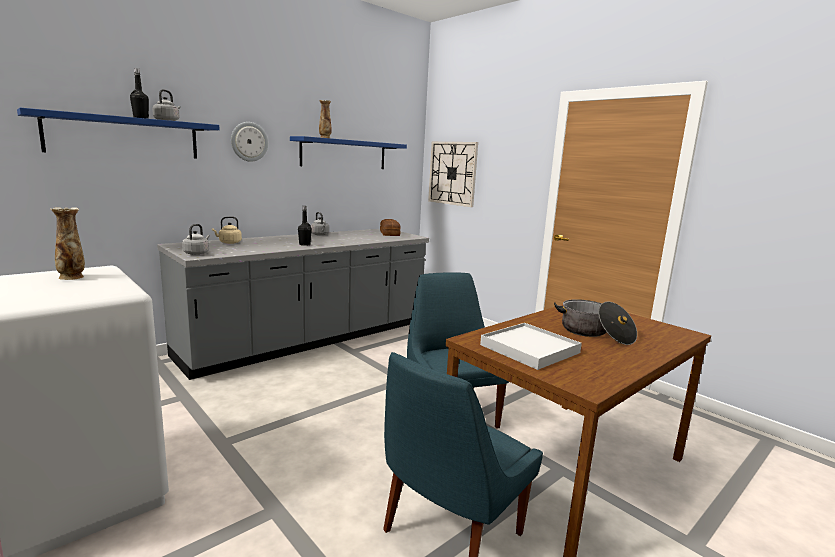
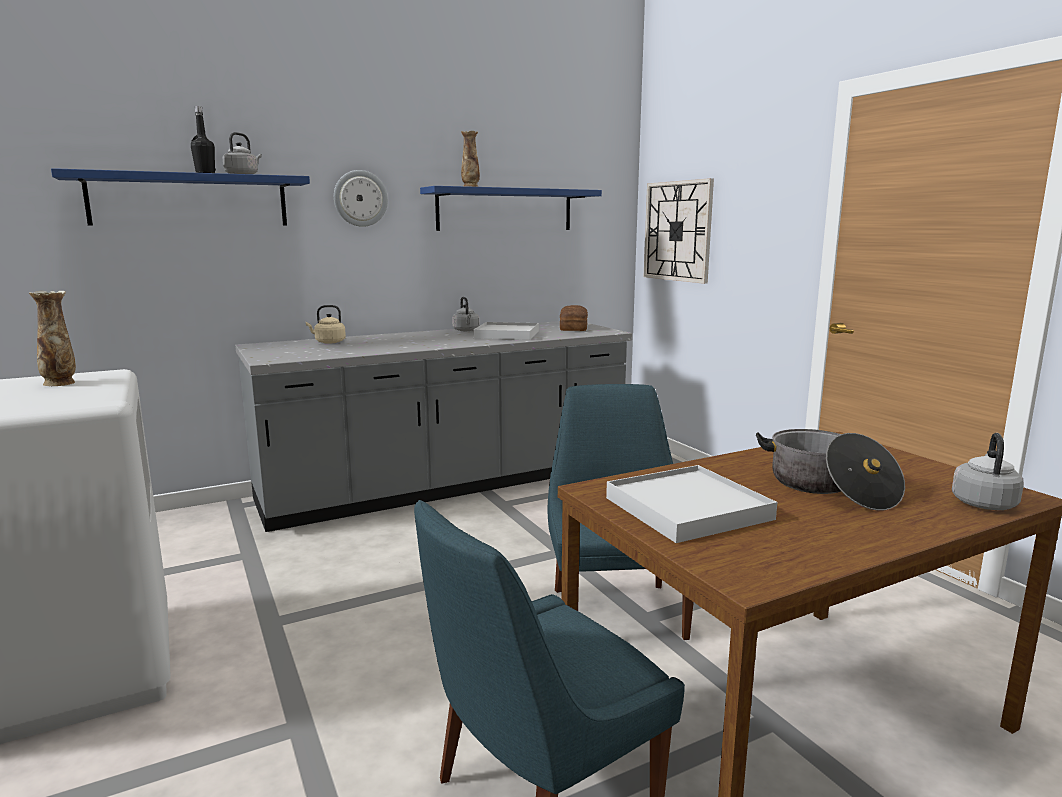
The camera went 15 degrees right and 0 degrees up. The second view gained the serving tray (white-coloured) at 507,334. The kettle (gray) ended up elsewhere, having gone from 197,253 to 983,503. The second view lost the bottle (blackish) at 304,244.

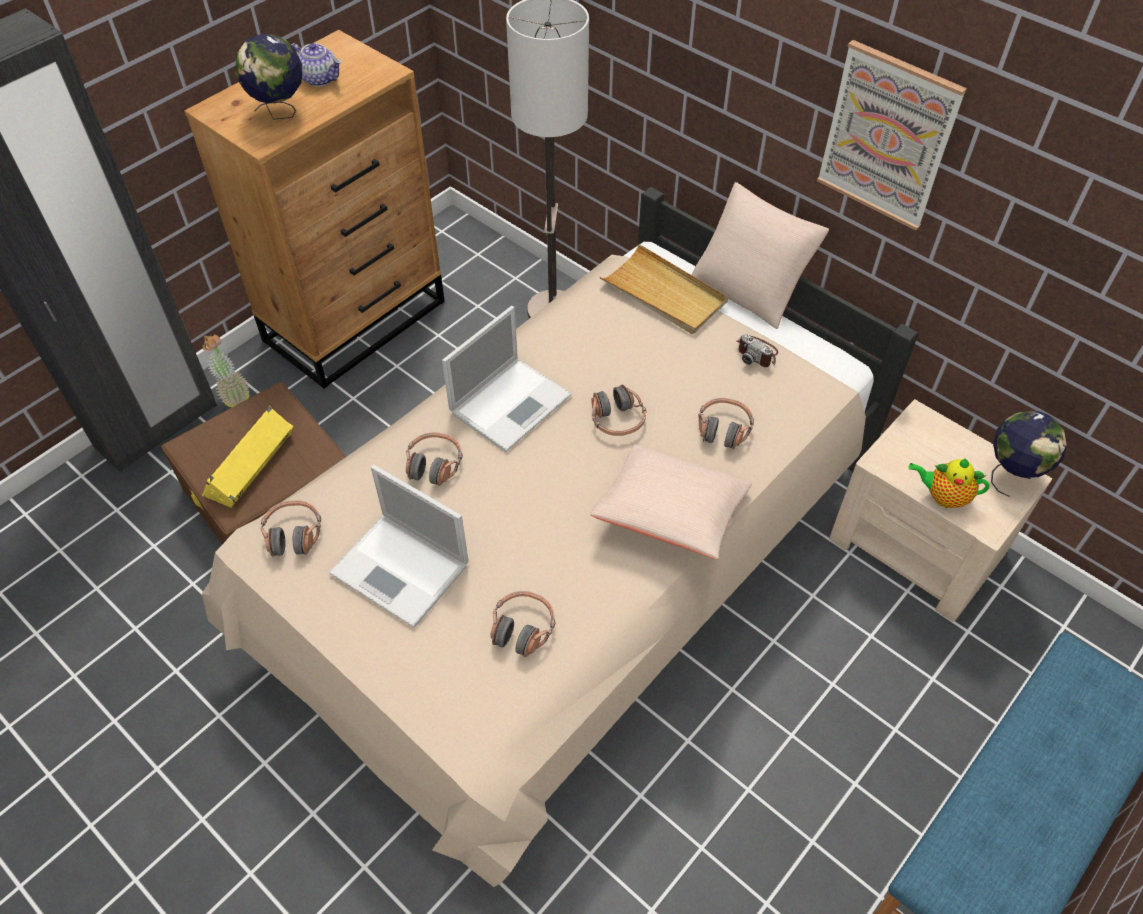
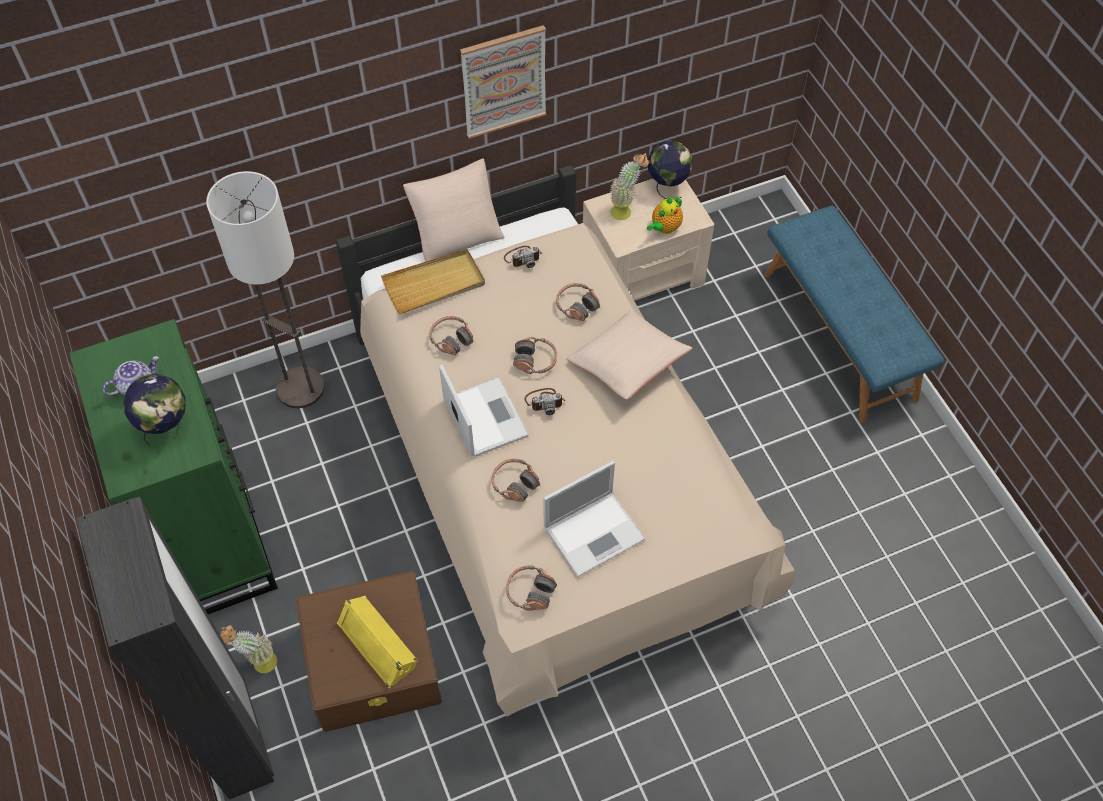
The camera went 65 degrees left and 5 degrees up. What was the dresser (brownish) at 356,320 turned into the dresser (greenish) at 212,538. The pair of headphones ended up elsewhere, having gone from 522,628 to 451,339. The second view gained the photo camera at 544,401. The second view gained the houseplant at 626,211.

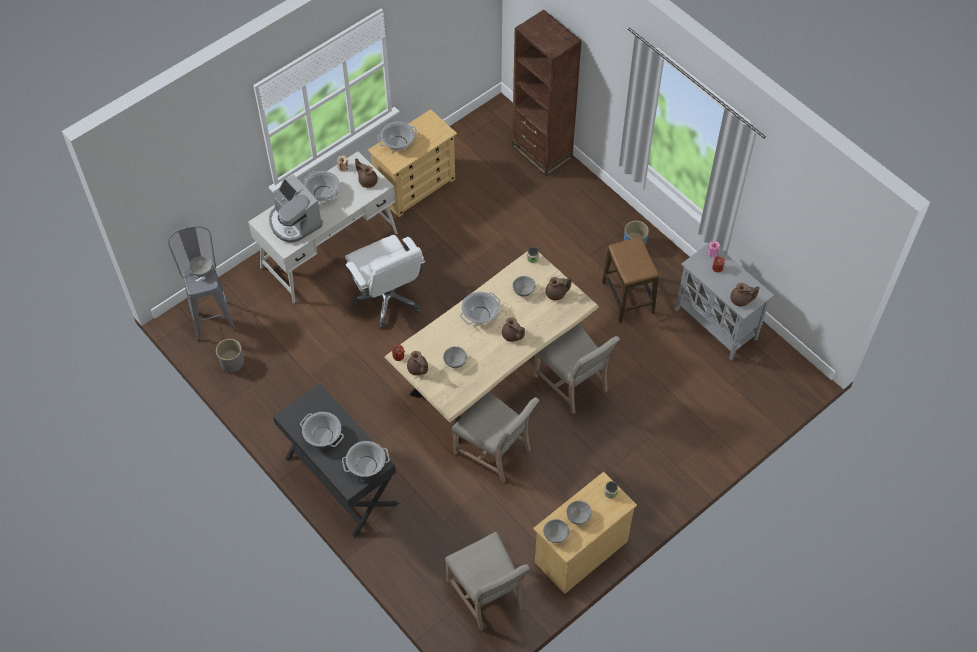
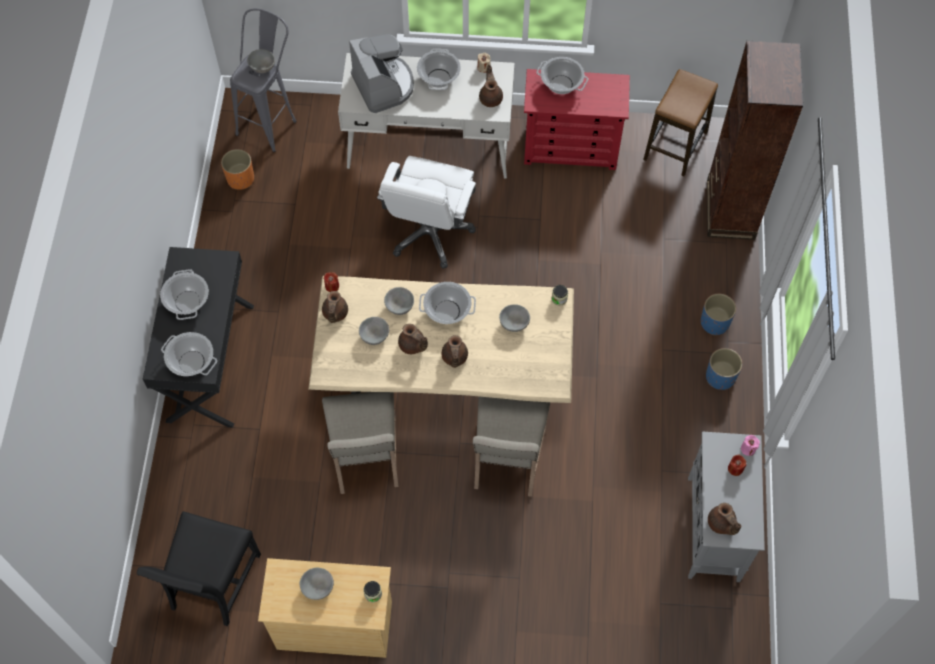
The camera went 45 degrees right and 5 degrees up. What was the chair (beige-coloured) at 488,595 turned into the chair (blackish) at 212,583. What was the flower pot (gray) at 232,363 turned into the flower pot (orangey) at 240,179. The coffee brewer at 294,222 ended up facing another way, 150 degrees clockwise from before. The deep dish (gray) ended up elsewhere, having gone from 555,535 to 399,306. The tea pot (brownish) ended up elsewhere, having gone from 556,294 to 412,345. What was the dresser (beige-coloured) at 415,186 turned into the dresser (red-coloured) at 571,147. The sitting stool ended up elsewhere, having gone from 628,298 to 675,146. The second view gained the flower pot (blue-coloured) at 715,323.

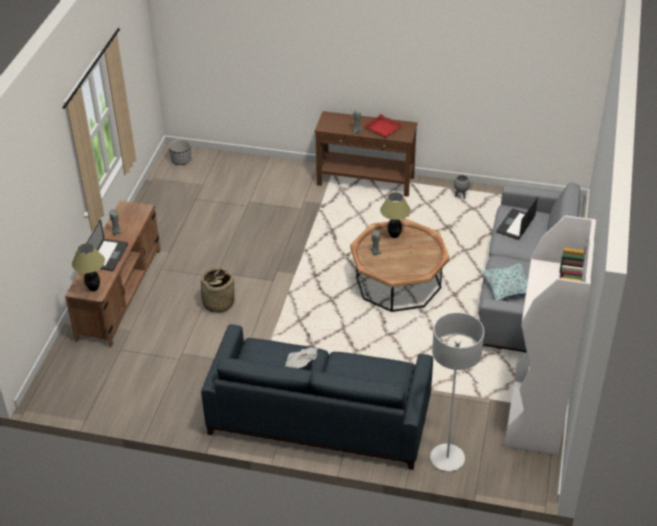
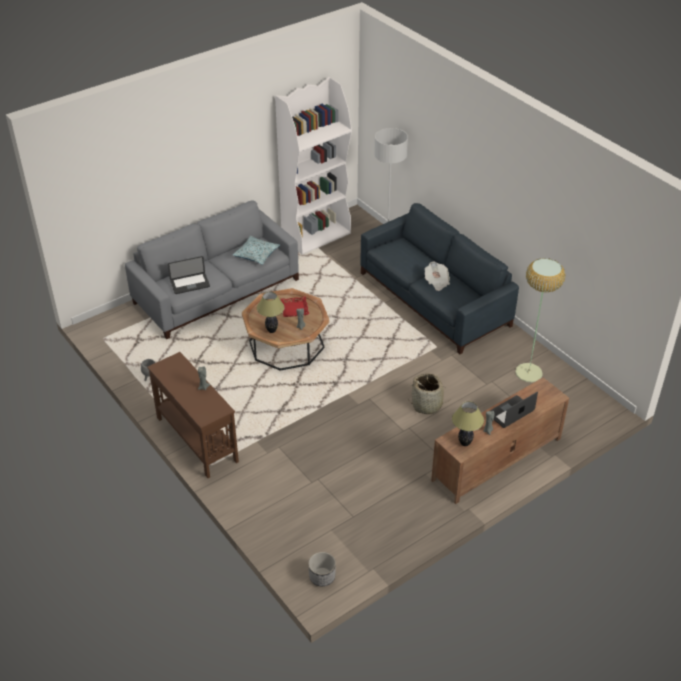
The camera went 140 degrees left and 0 degrees up. The serving tray (red-coloured) ended up elsewhere, having gone from 383,128 to 295,309. The lamp for a table ended up elsewhere, having gone from 93,288 to 465,443. The second view gained the floor lamp at 529,373.

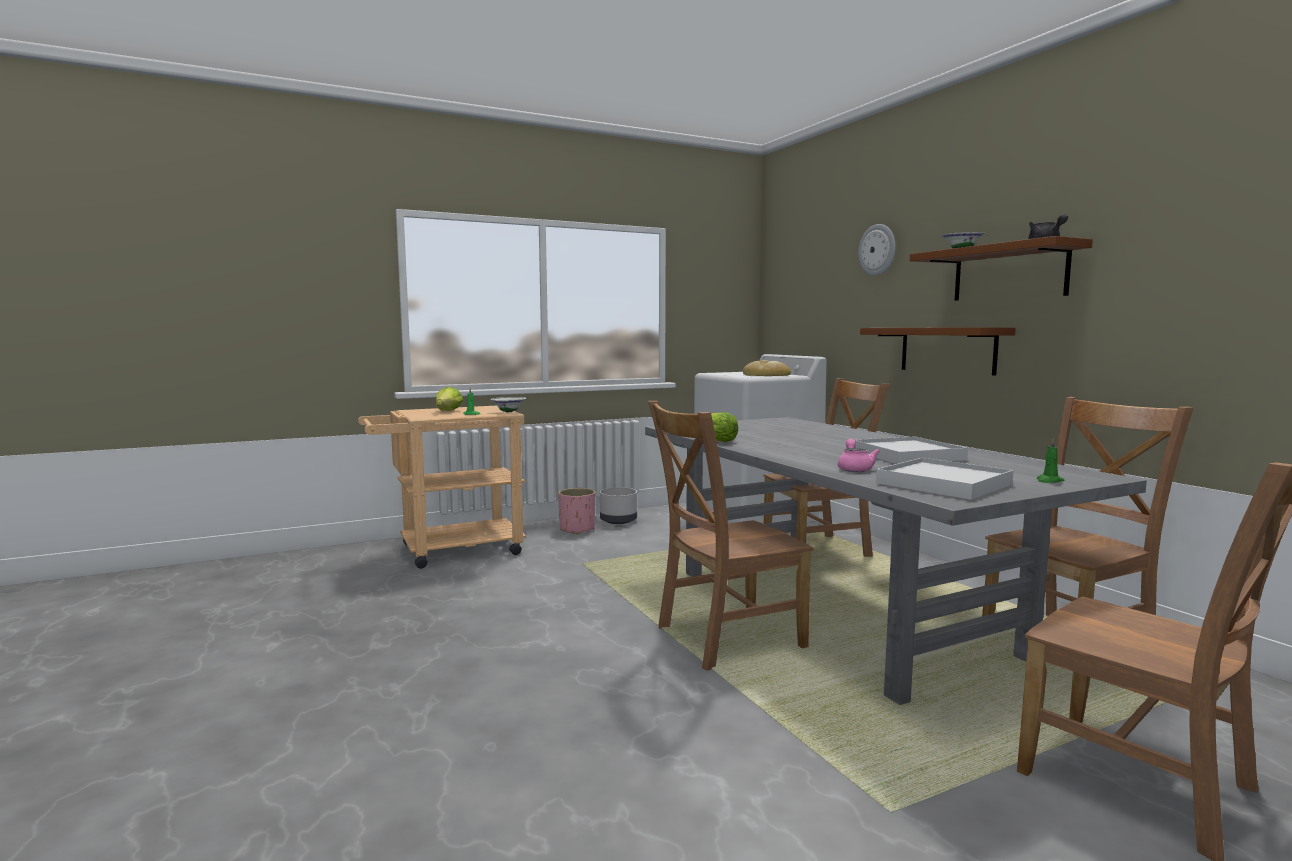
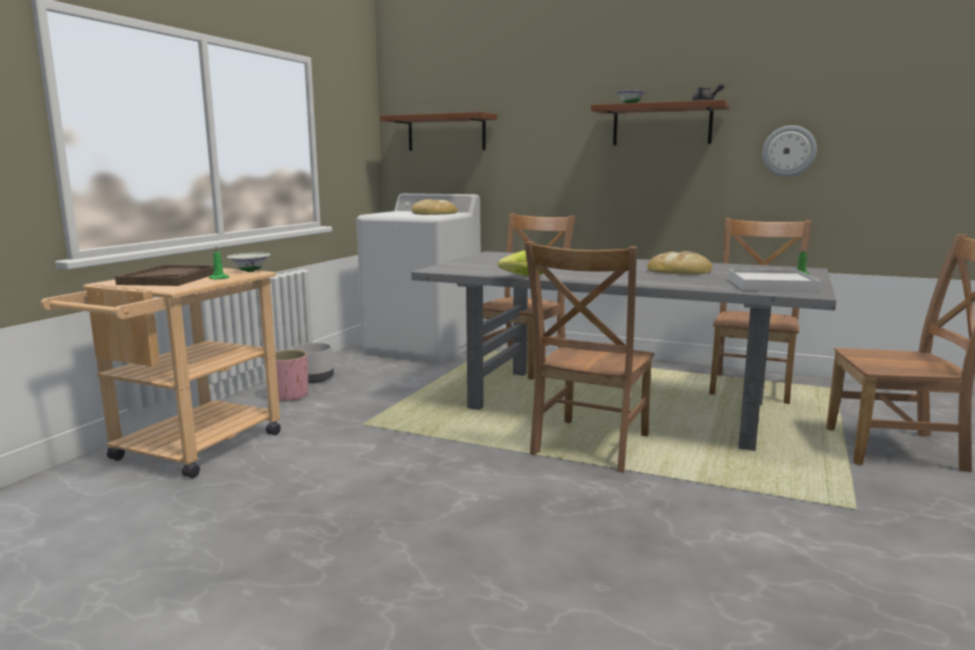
The camera went 40 degrees left and 5 degrees up. Where the head of lettuce stood at 448,411, the serving tray (brownish) came to stand at 170,278. The bracket shelf (brownish) ended up elsewhere, having gone from 947,350 to 446,133. Where the serving tray (white-coloured) stood at 907,455, the baked bread came to stand at 680,270. The hanging clock ended up elsewhere, having gone from 877,250 to 788,151. The second view lost the tea pot (pink-coloured) at 855,468.

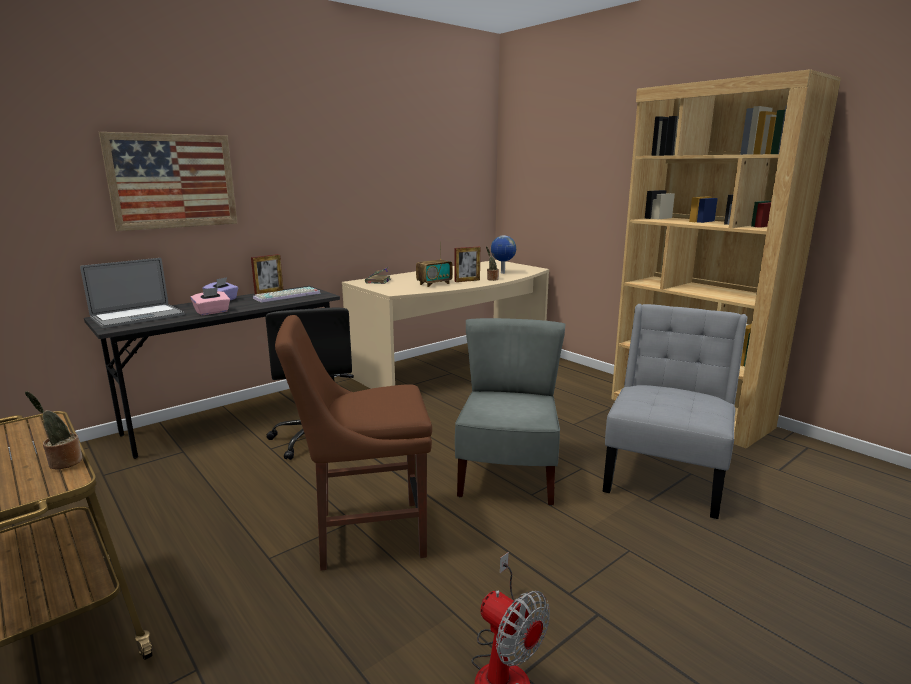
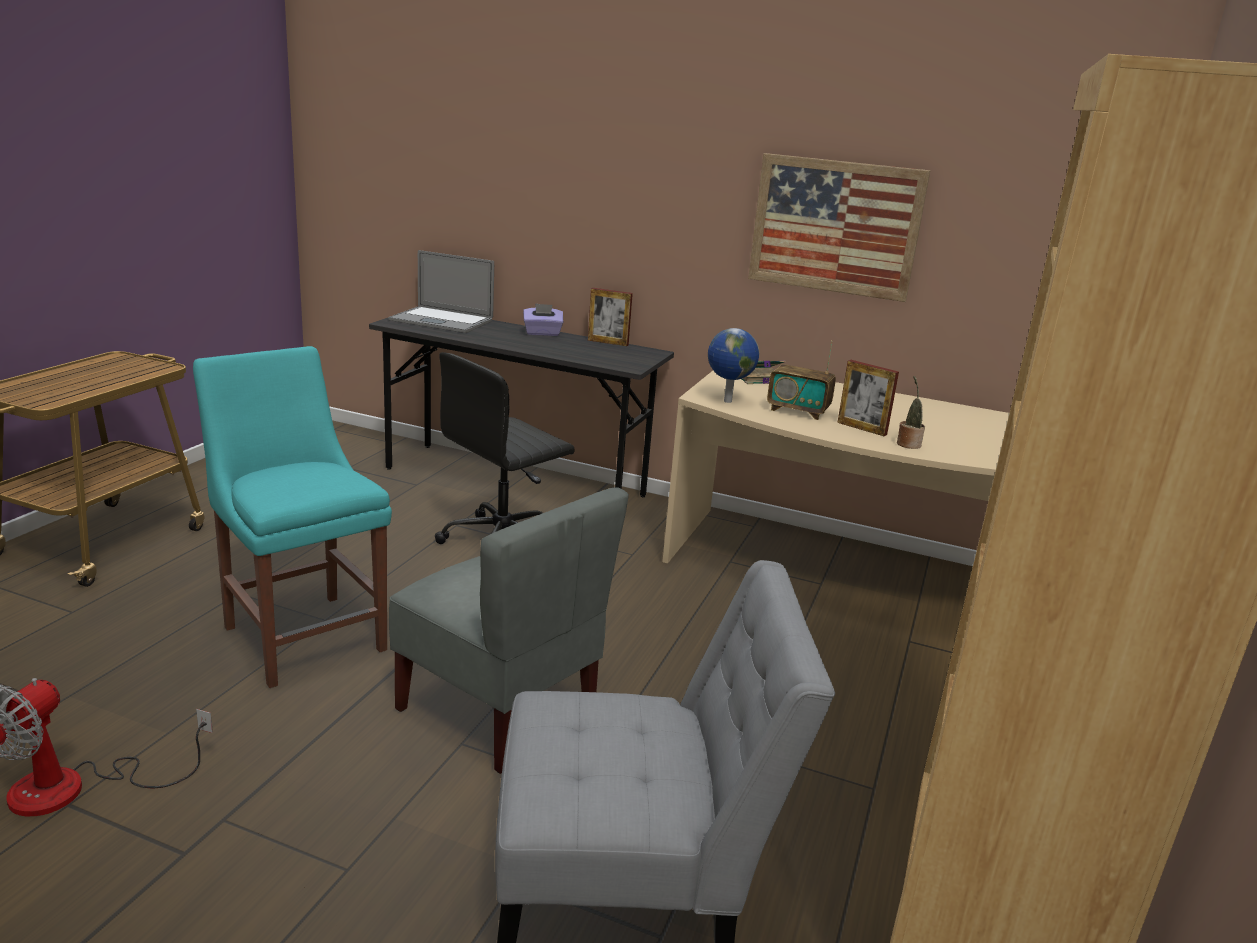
The camera went 60 degrees right and 5 degrees up. What was the chair (brownish) at 364,534 turned into the chair (blue-green) at 302,634. The chair (gray) at 508,477 ended up facing another way, 60 degrees clockwise from before. The globe ended up elsewhere, having gone from 502,273 to 726,401. The picture ended up elsewhere, having gone from 173,181 to 835,227. The second view lost the houseplant at 63,462. The second view lost the tissue box (pink-coloured) at 212,312. The second view lost the keyboard at 287,296.

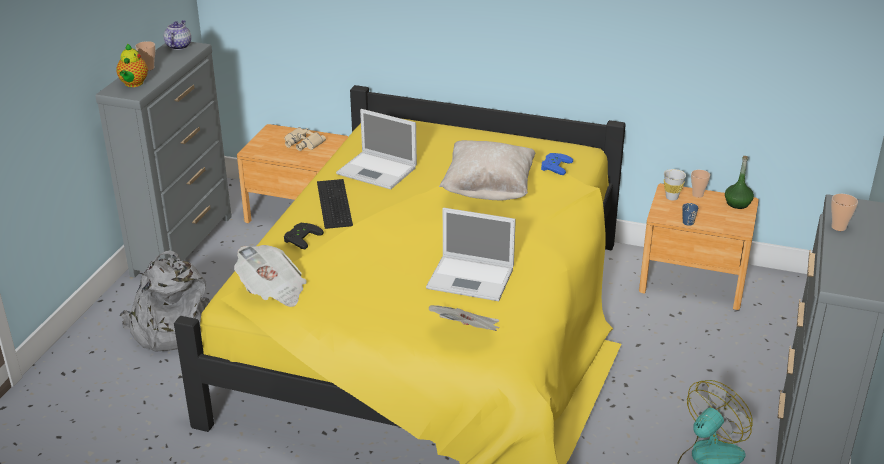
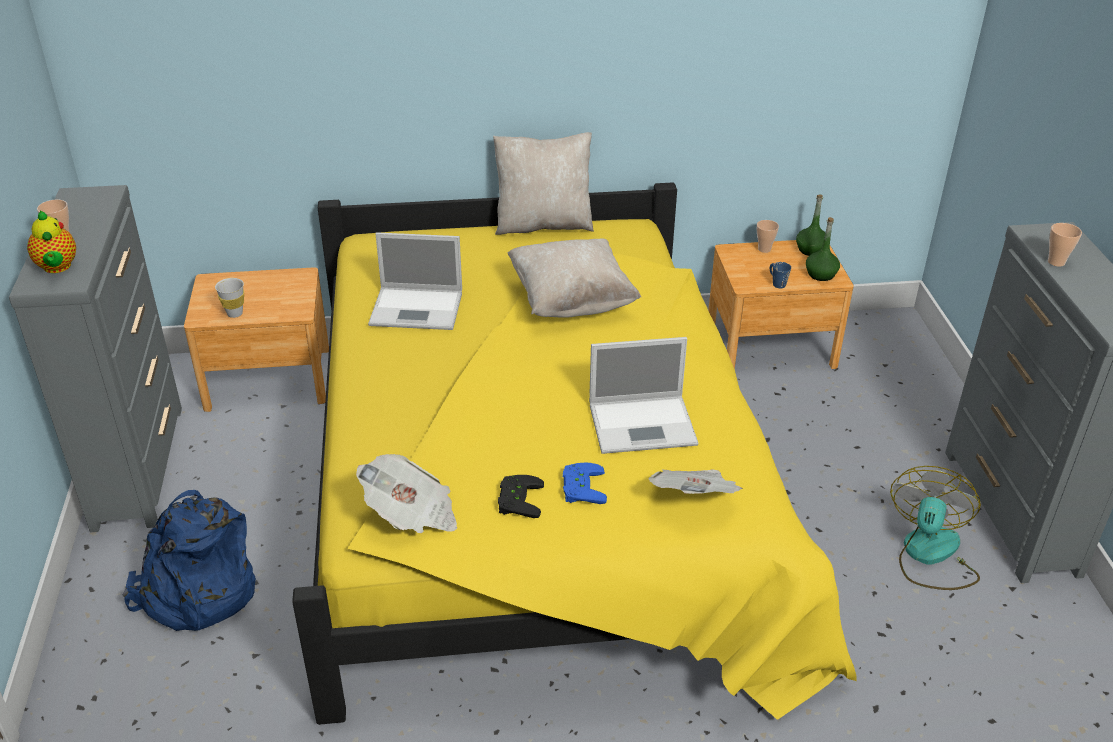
The camera went 25 degrees left and 5 degrees up. What was the knapsack (gray) at 169,329 turned into the knapsack (blue-coloured) at 196,592. The cup (white-coloured) ended up elsewhere, having gone from 671,197 to 235,313. The second view gained the pillow (beige-coloured) at 543,224. The game controller (blackish) ended up elsewhere, having gone from 301,237 to 516,499. The game controller (blue-coloured) ended up elsewhere, having gone from 554,166 to 580,487. The second view gained the bottle (greenish) at 821,274. The second view lost the tea pot at 178,46. The second view lost the binoculars (beige-coloured) at 302,143. The second view lost the keyboard at 332,203.

